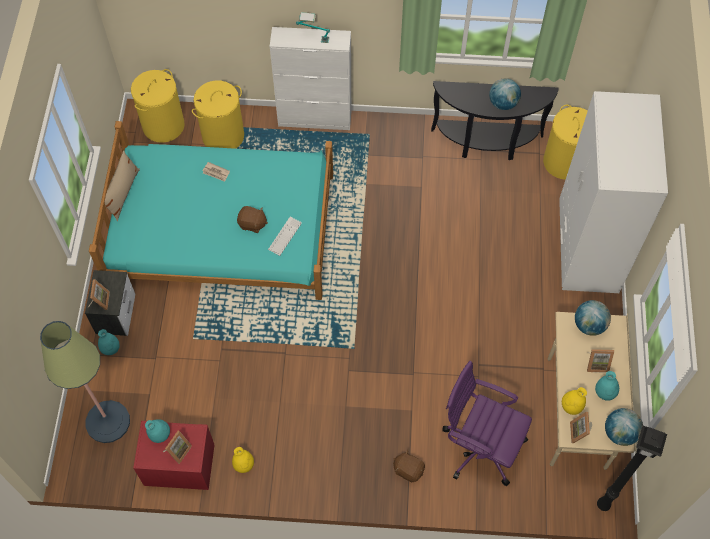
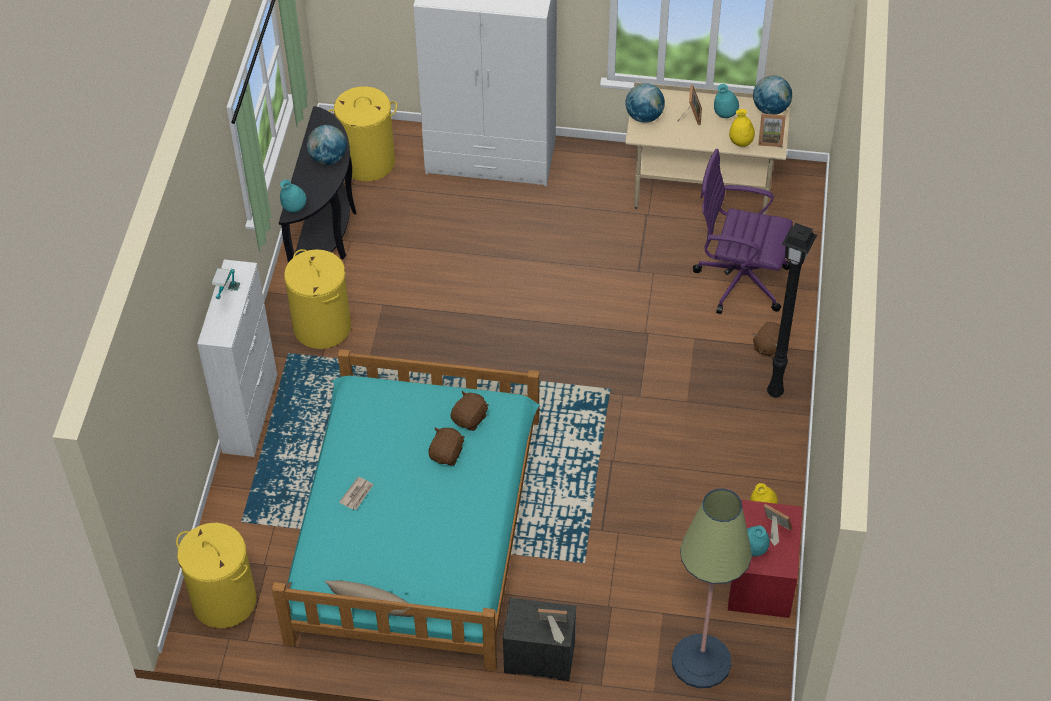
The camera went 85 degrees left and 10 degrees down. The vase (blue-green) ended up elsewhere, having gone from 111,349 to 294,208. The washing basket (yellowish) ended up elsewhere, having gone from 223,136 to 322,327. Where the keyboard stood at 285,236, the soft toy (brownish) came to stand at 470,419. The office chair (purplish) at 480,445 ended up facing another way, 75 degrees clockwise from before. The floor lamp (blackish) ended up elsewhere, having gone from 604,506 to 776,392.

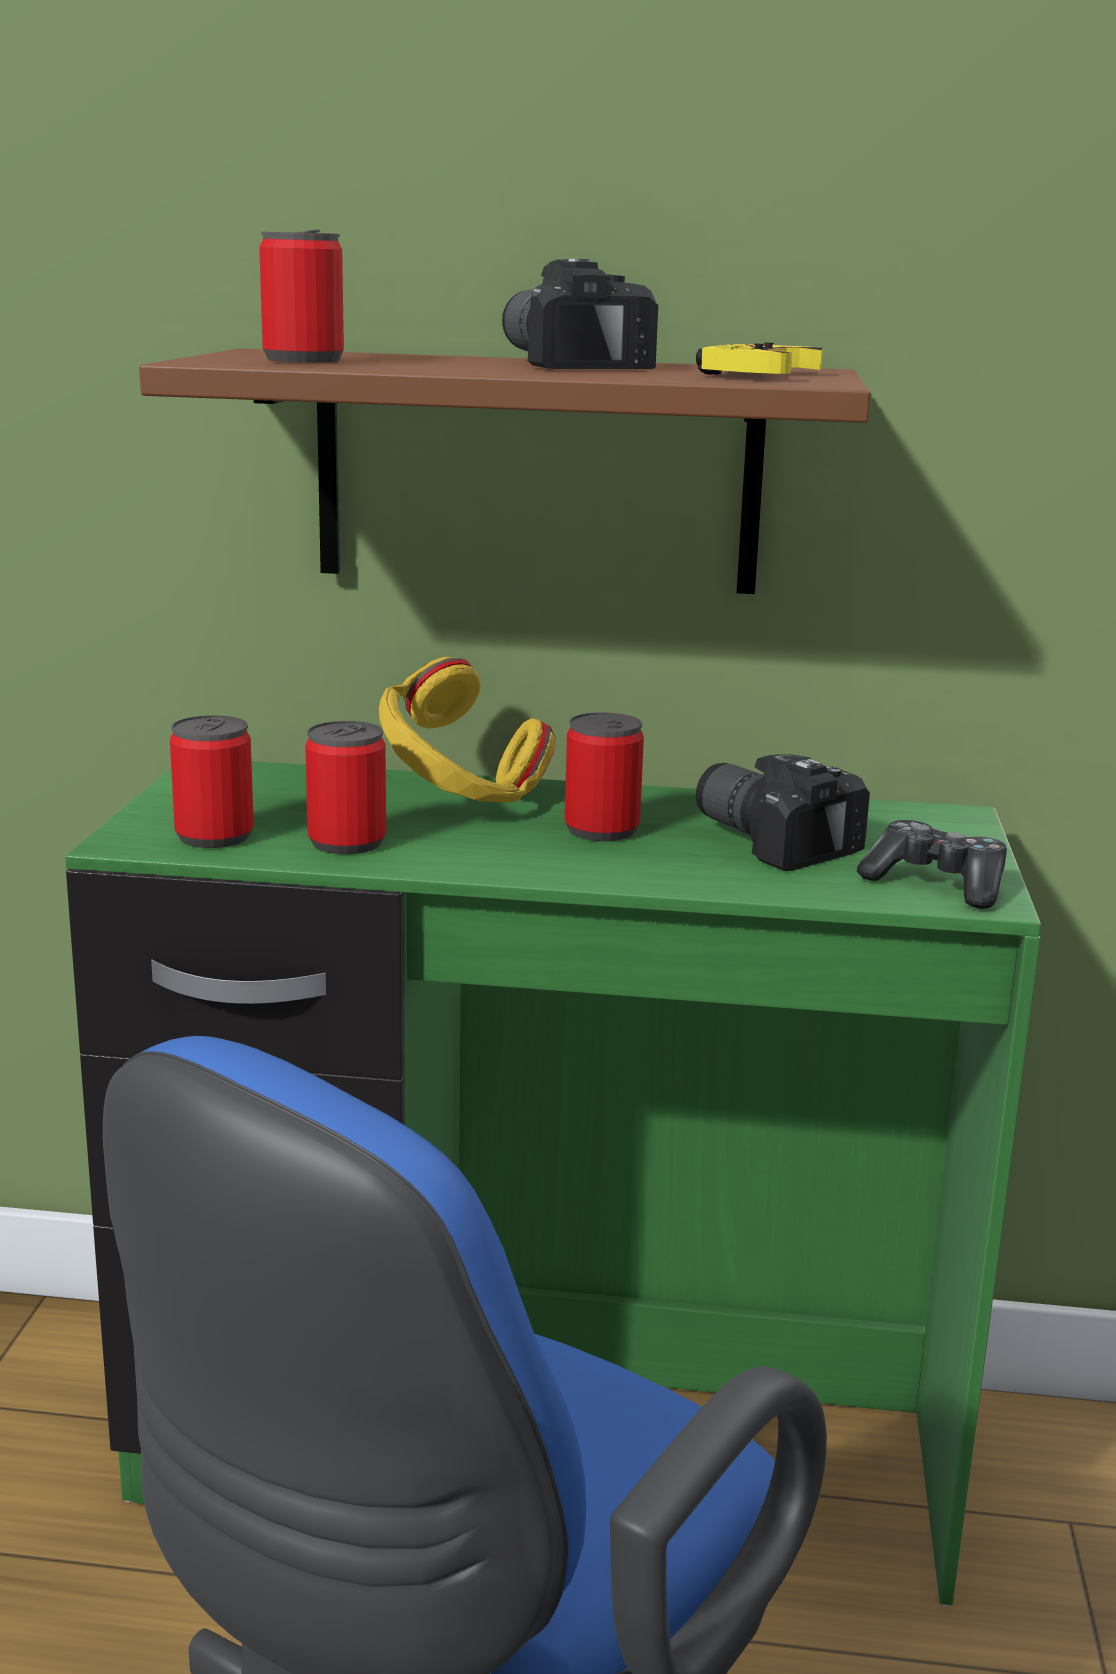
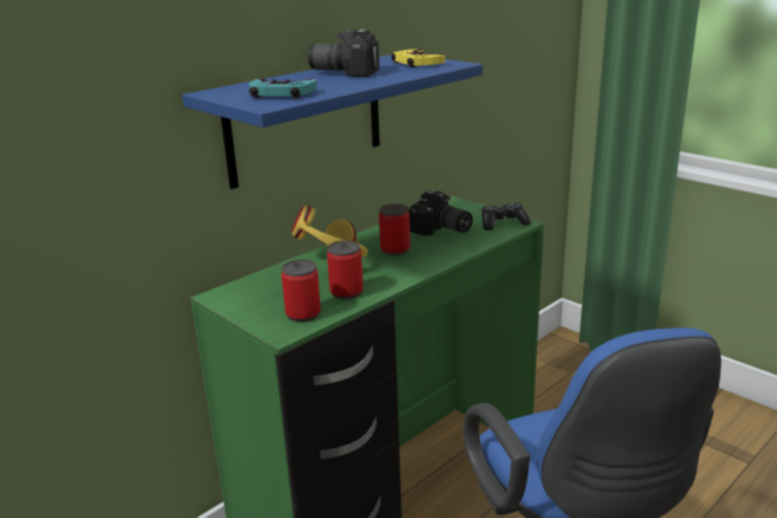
The camera went 50 degrees left and 5 degrees up. What was the bracket shelf (brownish) at 537,472 turned into the bracket shelf (blue-coloured) at 306,119. Where the can stood at 303,360, the game controller (blue-green) came to stand at 281,94. The photo camera at 776,841 ended up facing another way, 135 degrees counterclockwise from before.

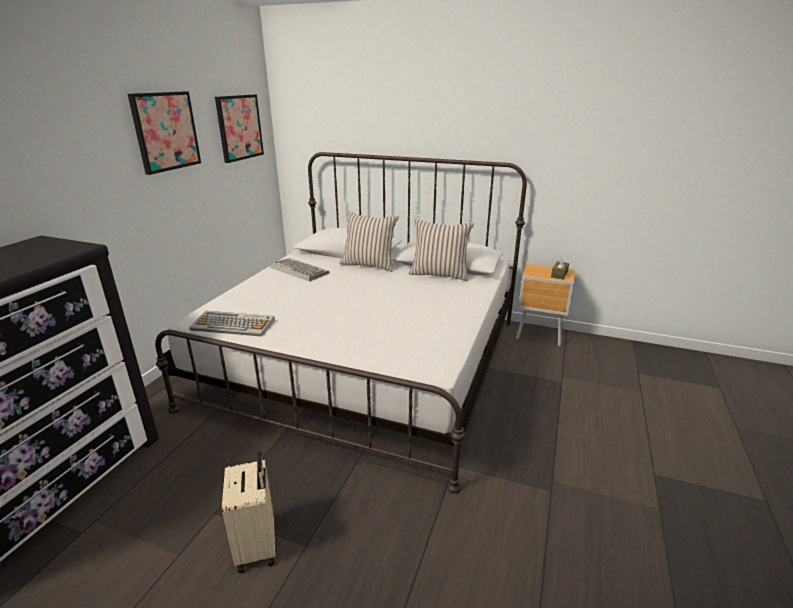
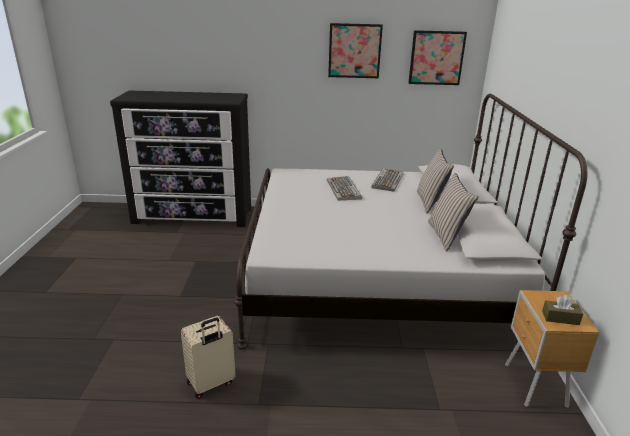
The camera went 70 degrees right and 0 degrees up. The travel case (beige-coloured) ended up elsewhere, having gone from 258,546 to 211,384. The keyboard ended up elsewhere, having gone from 234,325 to 343,189.

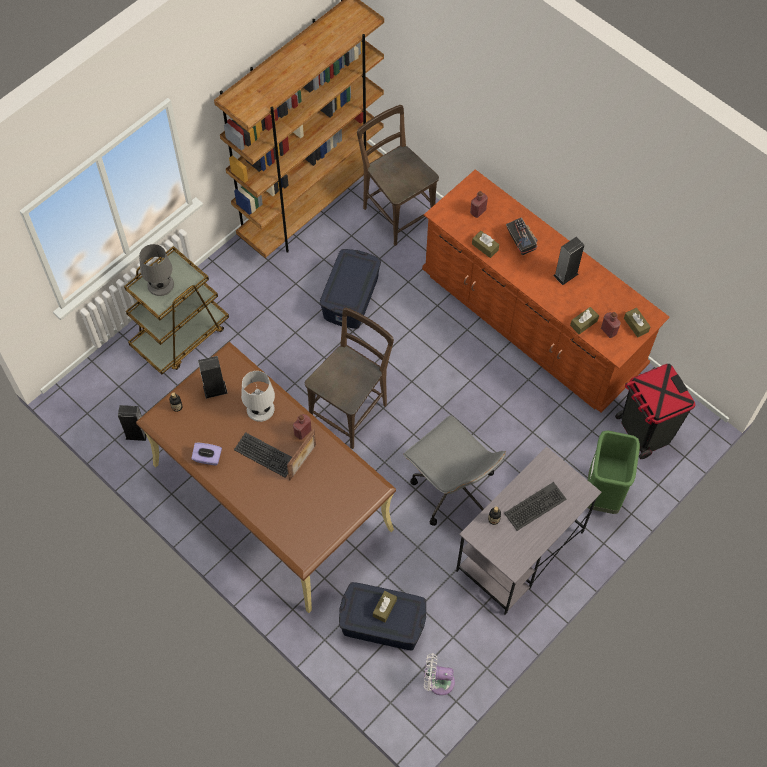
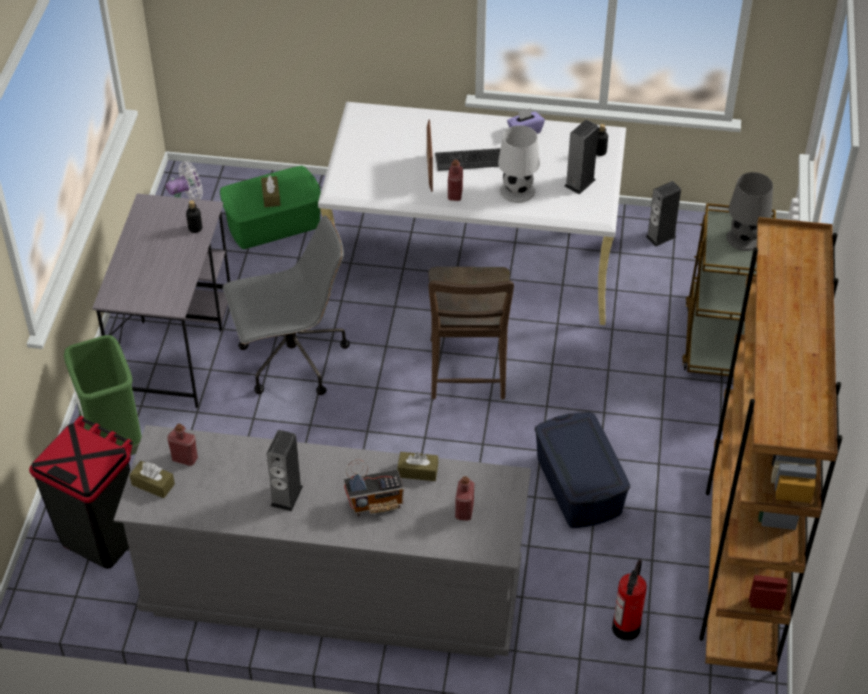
The camera went 145 degrees right and 15 degrees down. What was the dresser (brownish) at 532,320 turned into the dresser (gray) at 332,590. What was the storage container (blue-coloured) at 382,624 turned into the storage container (greenish) at 273,223. The office chair (gray) at 452,489 ended up facing another way, 150 degrees clockwise from before. What was the desk (brownish) at 271,496 turned into the desk (white-coloured) at 474,258. The radio set at 520,242 ended up facing another way, 45 degrees counterclockwise from before. Where the chair (brownish) stood at 396,211, the fire extinguisher came to stand at 626,628. The second view lost the keyboard at 535,507. The second view lost the tissue box (brownish) at 583,323.

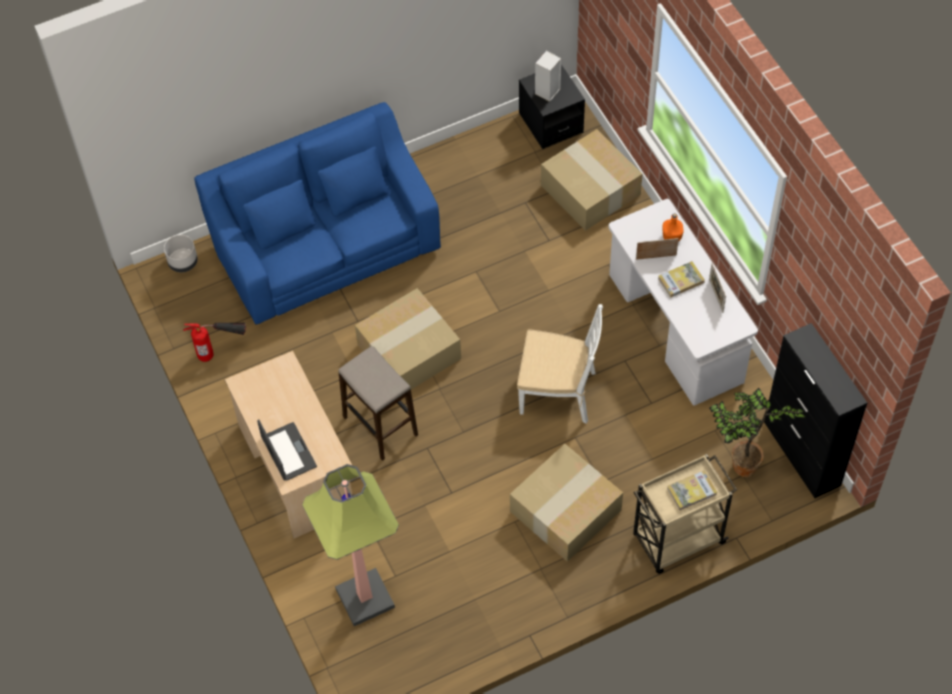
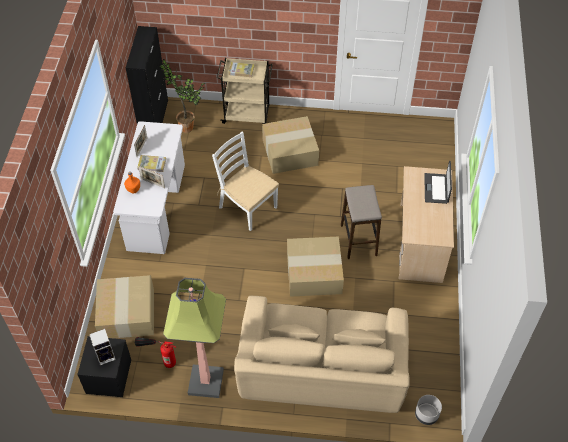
The camera went 150 degrees left and 5 degrees down. The fire extinguisher ended up elsewhere, having gone from 220,352 to 159,359. The floor lamp ended up elsewhere, having gone from 365,597 to 205,382. What was the settee (blue-coloured) at 325,246 turned into the settee (beige-coloured) at 321,371.

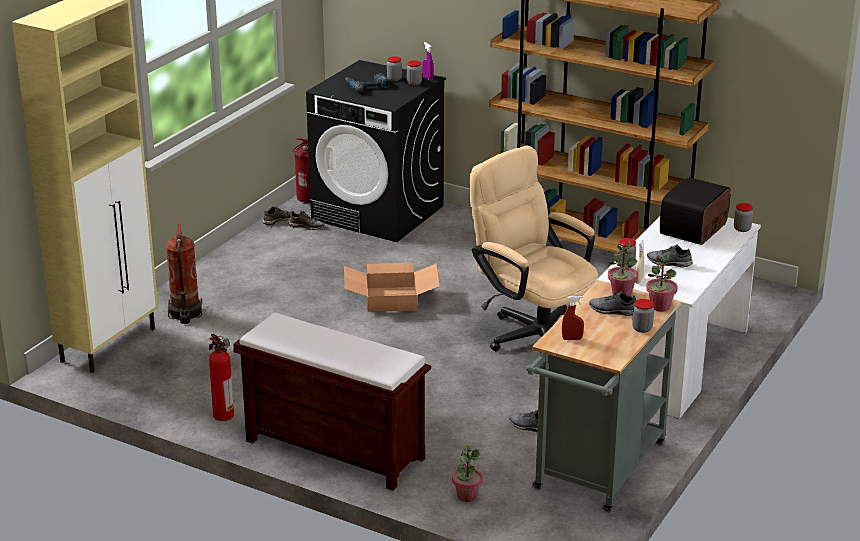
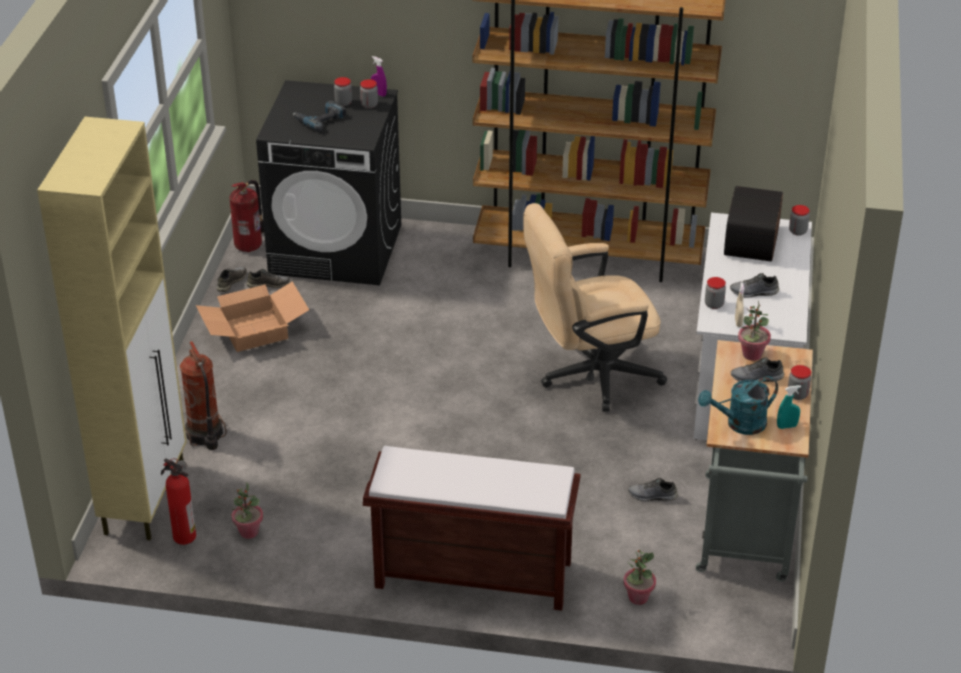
The camera went 20 degrees left and 10 degrees up. The fire extinguisher ended up elsewhere, having gone from 222,414 to 183,535. The cardboard box ended up elsewhere, having gone from 390,300 to 254,331. The houseplant ended up elsewhere, having gone from 660,307 to 248,532. The office chair (beige-coloured) at 533,333 ended up facing another way, 45 degrees counterclockwise from before. Where the sprayer (red-coloured) stood at 572,339, the watering pot (blue-green) came to stand at 739,424. The second view gained the sprayer (blue-green) at 787,426.

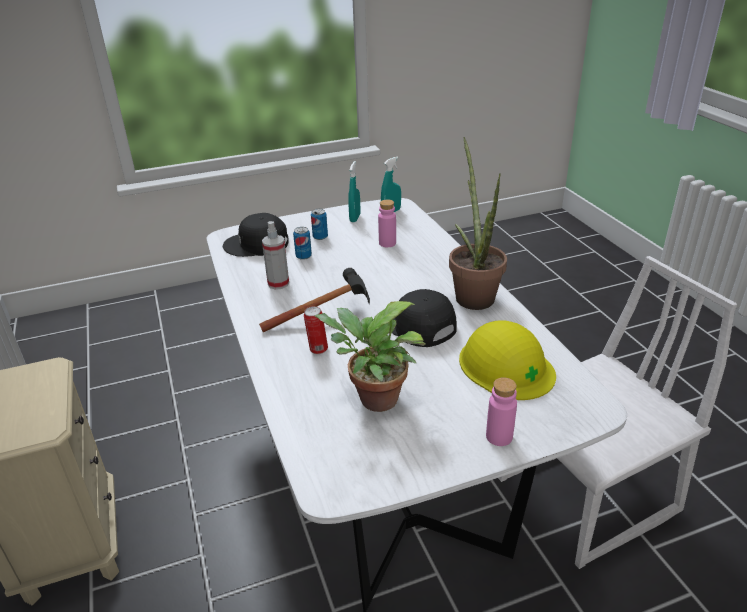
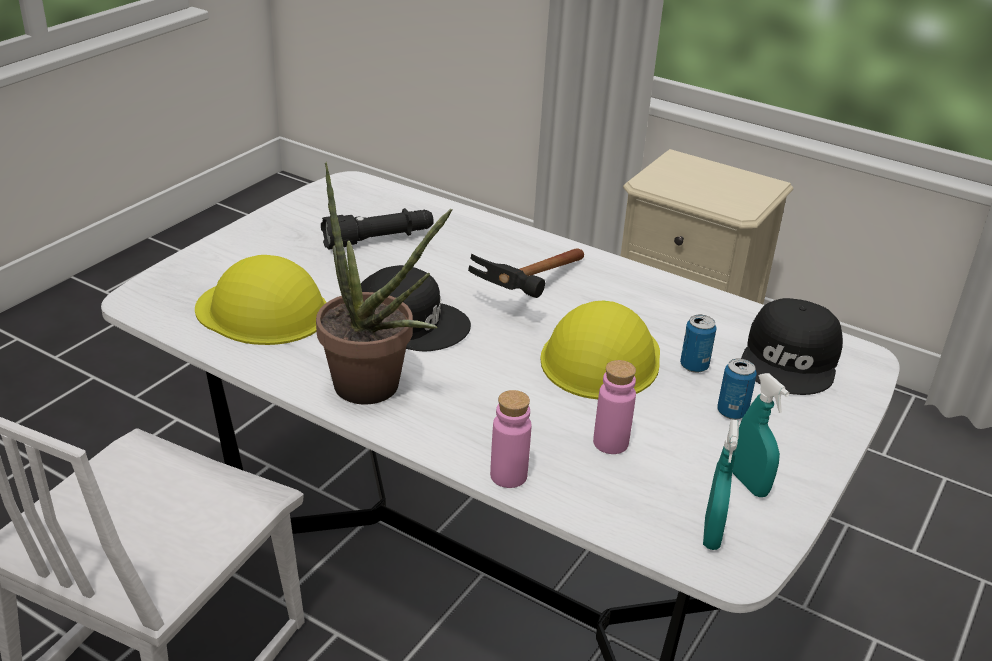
The camera went 140 degrees right and 0 degrees up. Where the houseplant stood at 373,400, the torch (blackish) came to stand at 379,240. The bottle (pink-coloured) ended up elsewhere, having gone from 499,436 to 508,475. The second view gained the work helmet (yellowish) at 601,358. The cap (blackish) at 257,245 ended up facing another way, 150 degrees clockwise from before. The second view lost the sprayer at 278,283. The second view lost the can at 317,349.

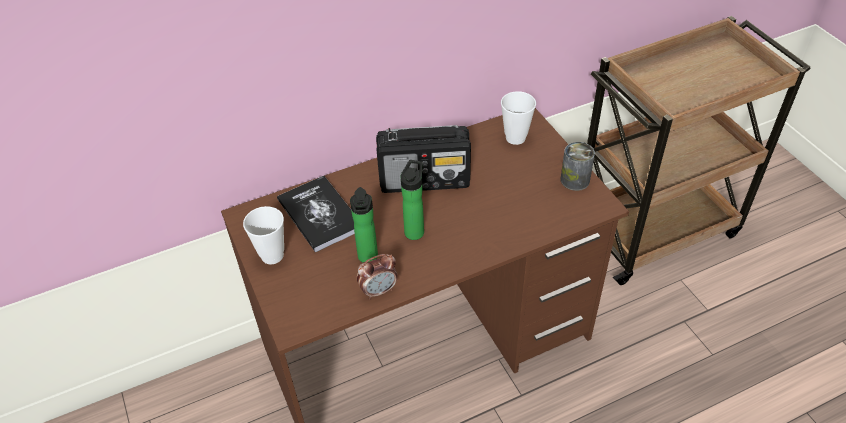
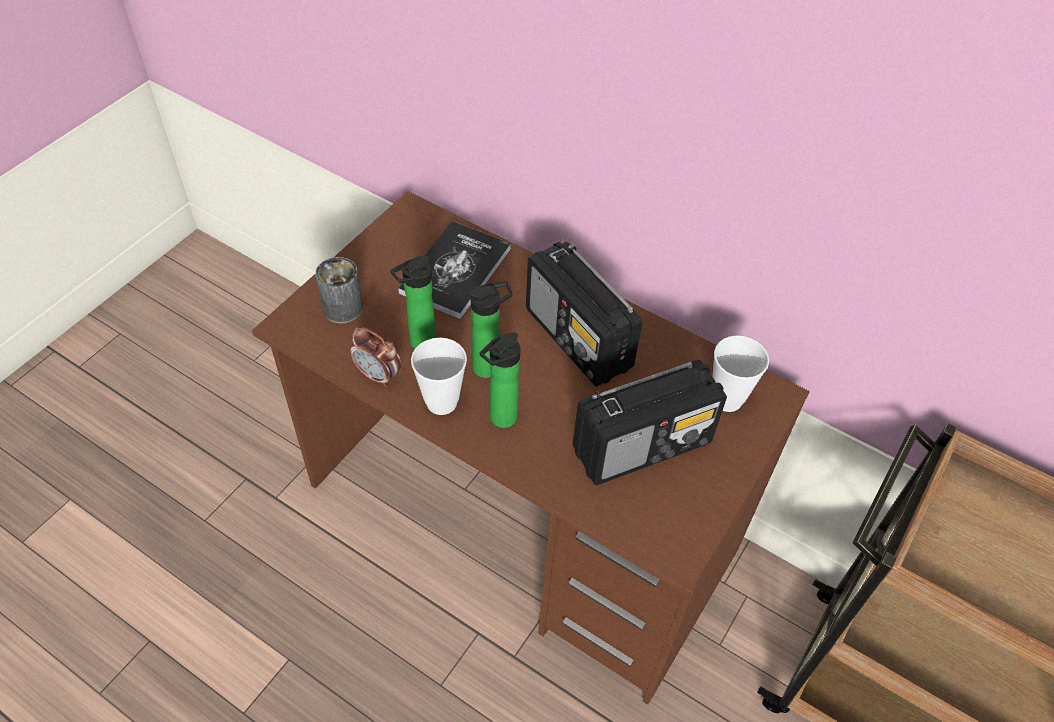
The camera went 55 degrees right and 5 degrees up. The can ended up elsewhere, having gone from 575,180 to 343,308. The cup ended up elsewhere, having gone from 272,255 to 441,402. The second view gained the bottle at 500,419. The second view gained the radio set at 643,446.

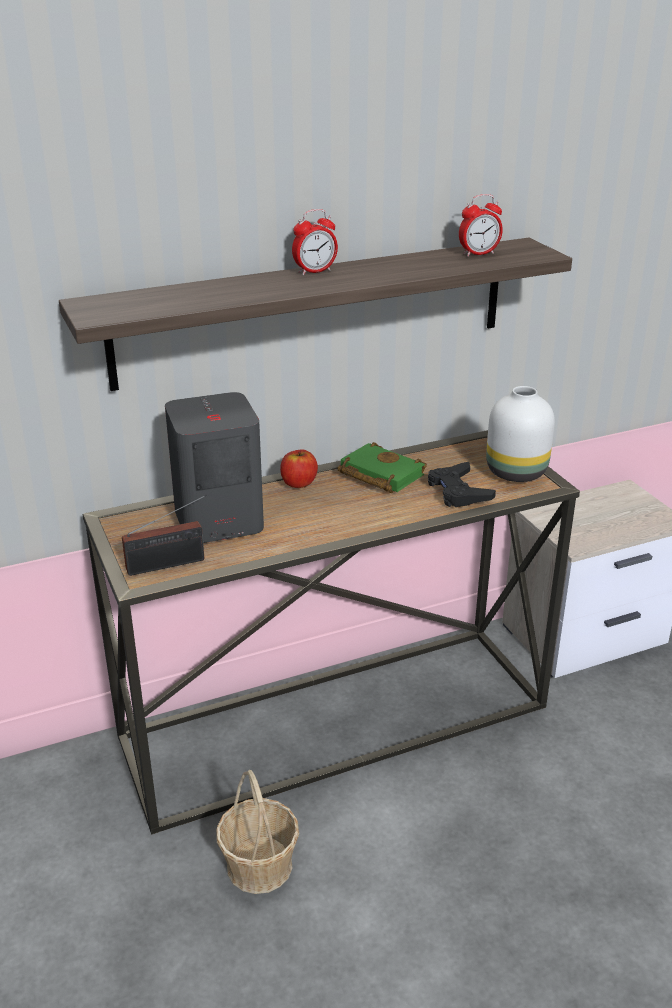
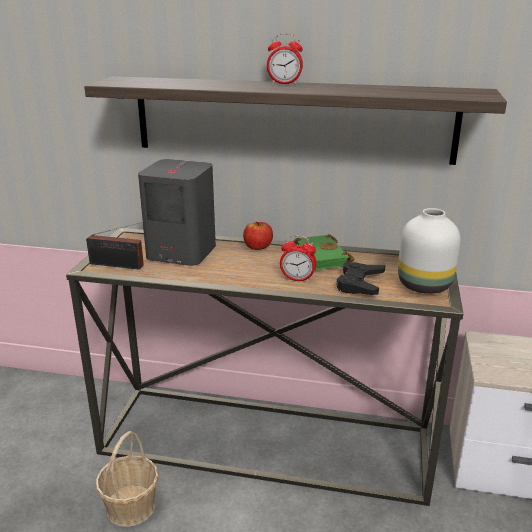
The camera went 35 degrees right and 5 degrees down. The table clock ended up elsewhere, having gone from 478,254 to 297,279.

